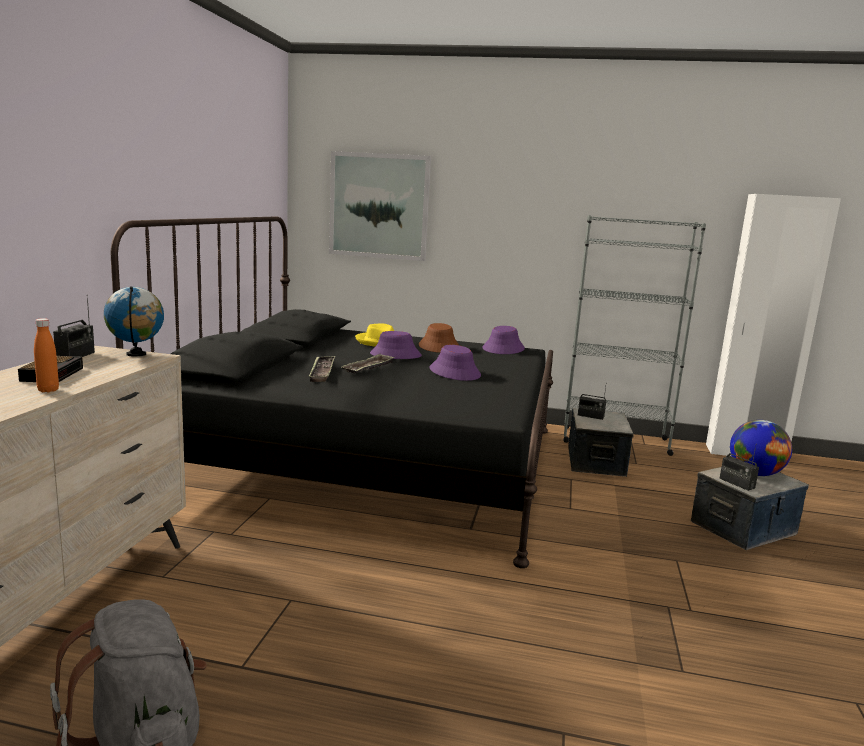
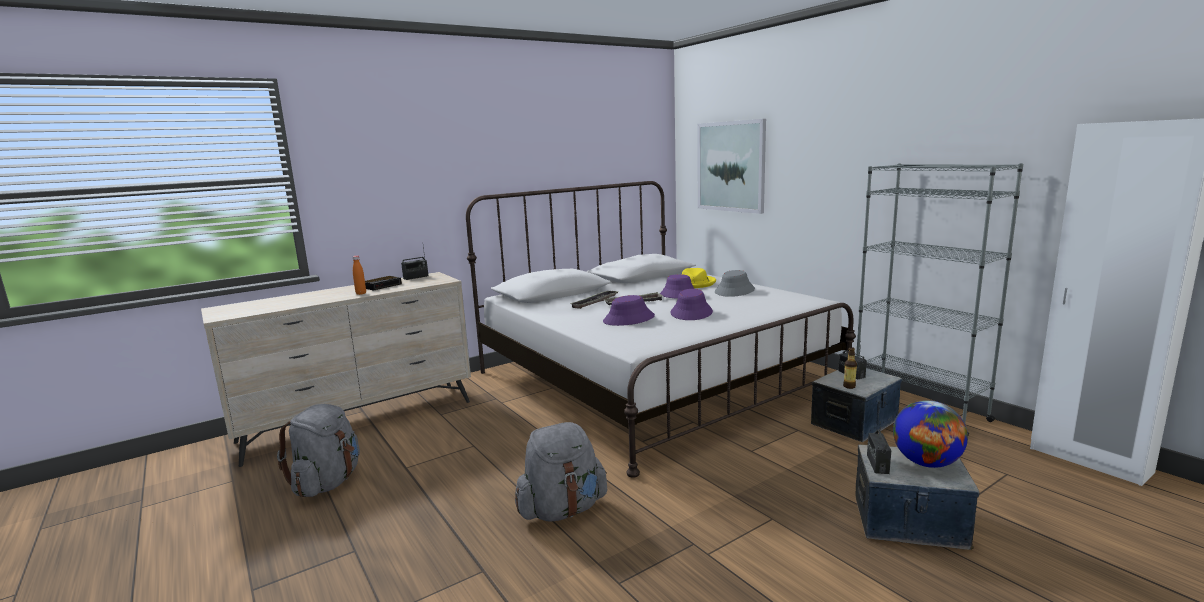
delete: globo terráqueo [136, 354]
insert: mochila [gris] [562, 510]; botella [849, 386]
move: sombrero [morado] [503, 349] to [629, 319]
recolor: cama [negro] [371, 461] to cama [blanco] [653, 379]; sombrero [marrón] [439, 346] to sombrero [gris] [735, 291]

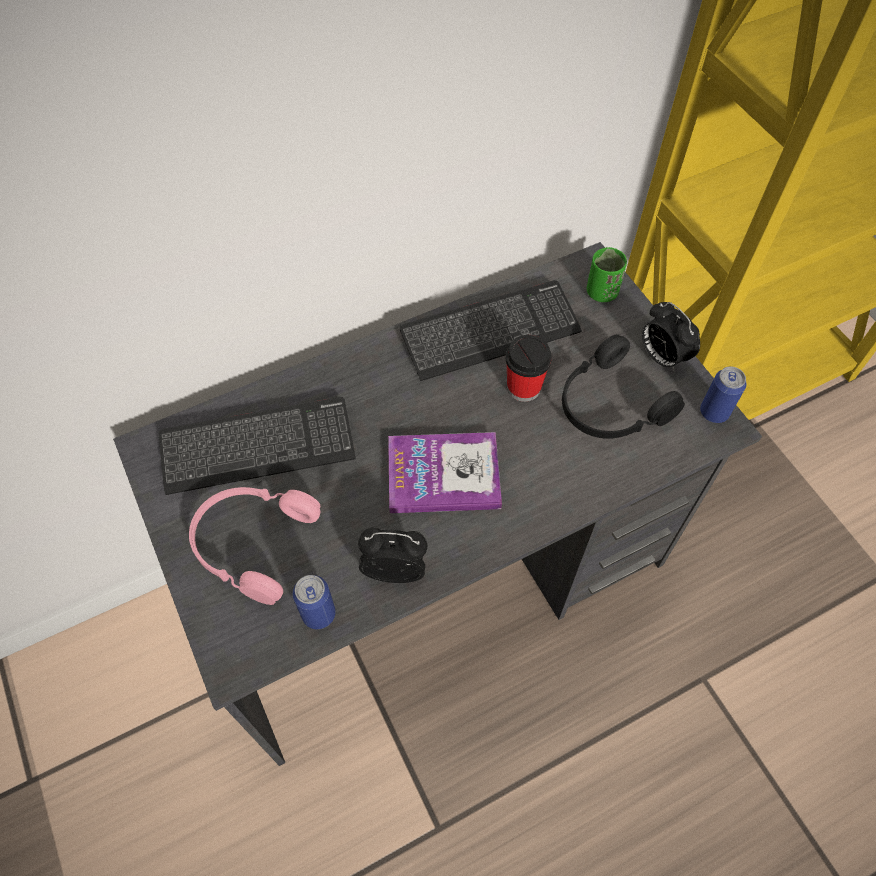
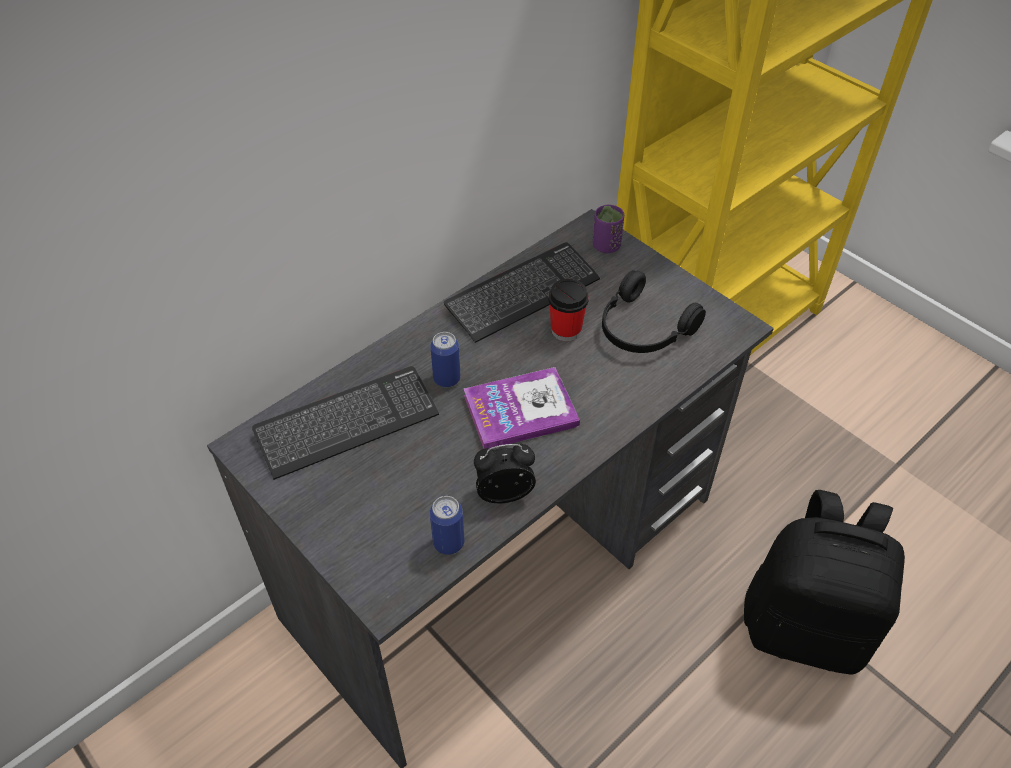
delete: auriculares [rosa] [252, 543]; despertador [661, 357]
insert: mochila [negro] [806, 627]
move: lata [714, 412] to [447, 379]
recolor: taza [verde] [601, 292] to taza [morado] [606, 246]

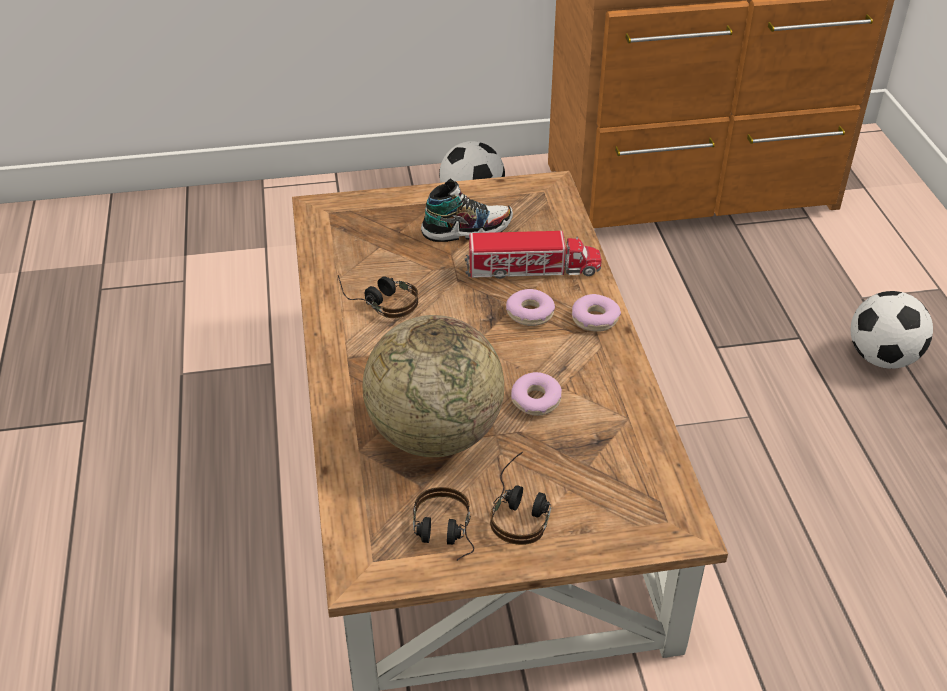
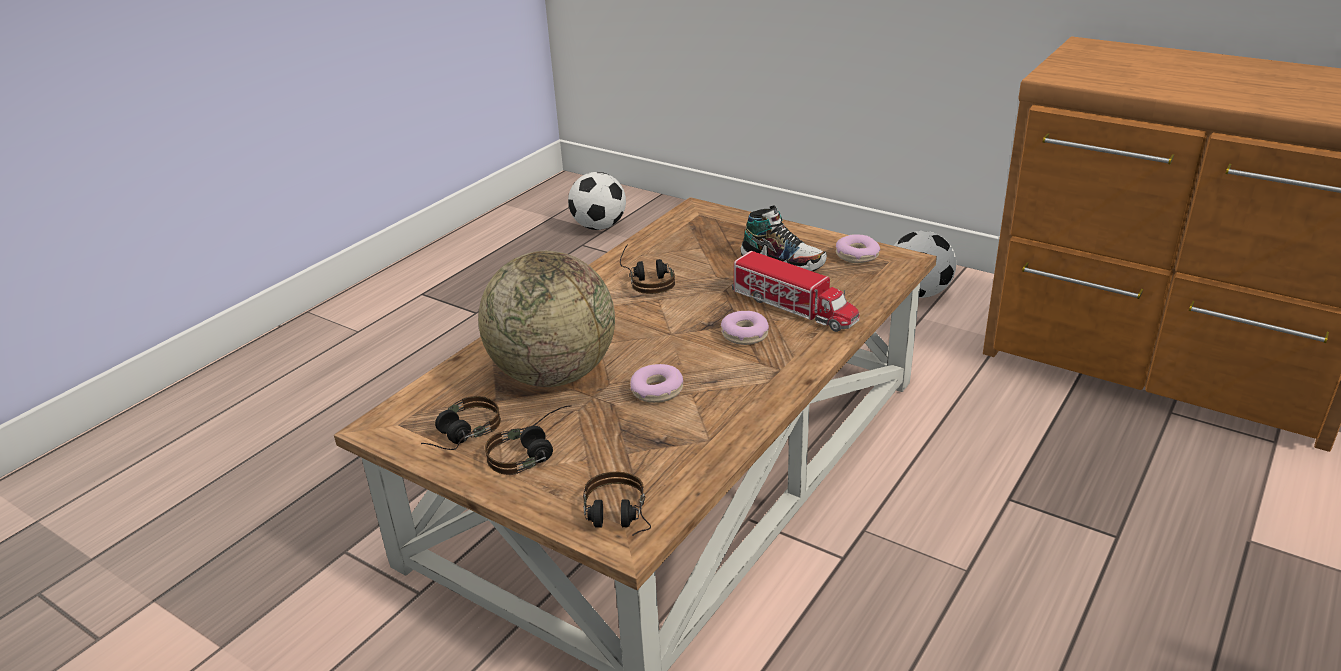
insert: auriculares [617, 522]
move: balón de fútbol [881, 358] to [599, 226]; rosquilla [595, 319] to [857, 256]

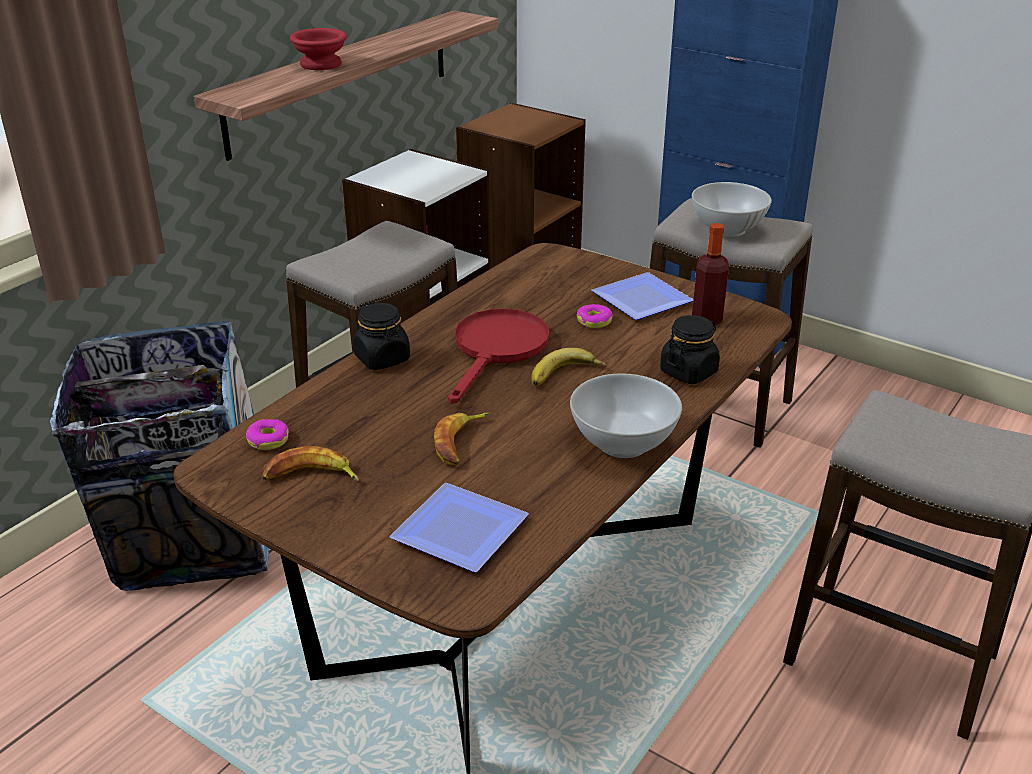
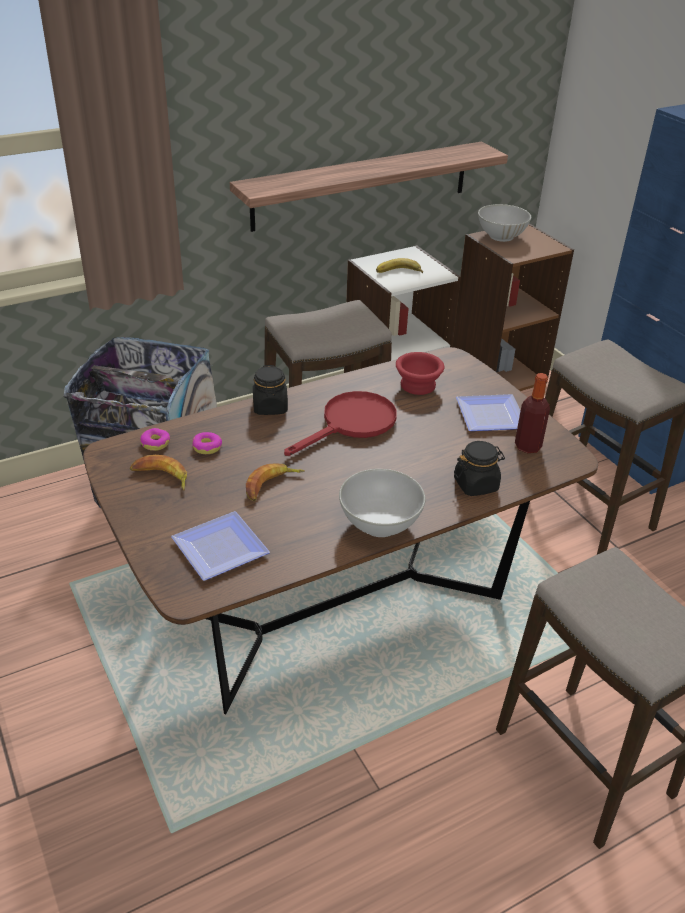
move: rosquilla [594, 321] to [207, 447]; plátano [566, 376] to [399, 273]; cuenco [rojo] [322, 64] to [419, 386]; cuenco [blanco] [727, 229] to [501, 236]

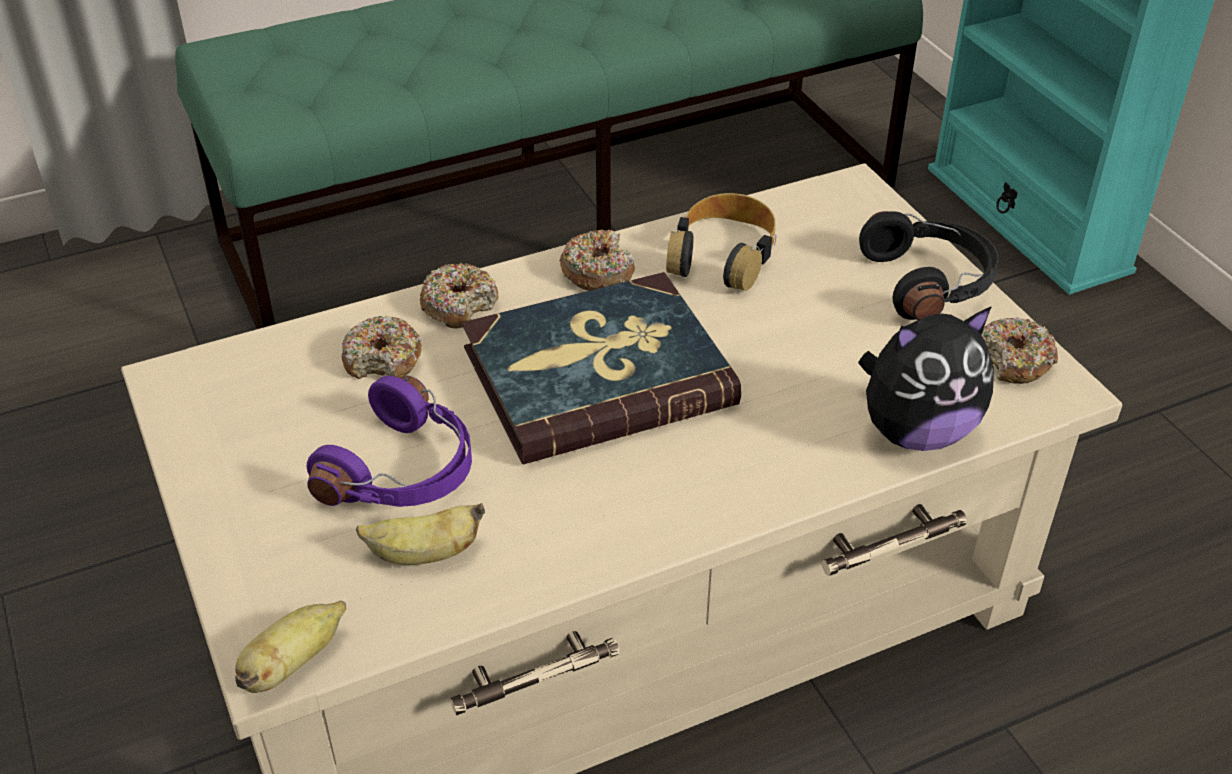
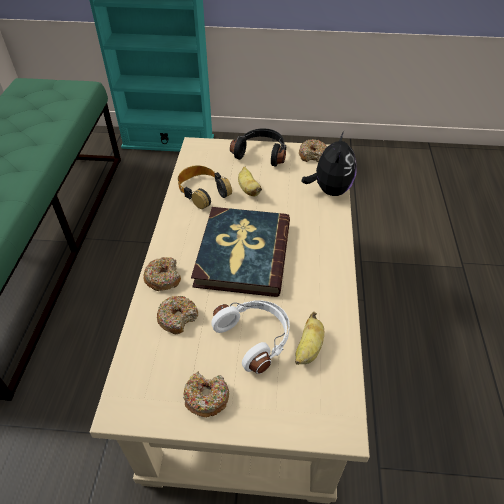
move: rosquilla [597, 271] to [206, 397]; plátano [293, 663] to [248, 189]
recolor: auriculares [morado] [404, 472] to auriculares [blanco] [255, 337]

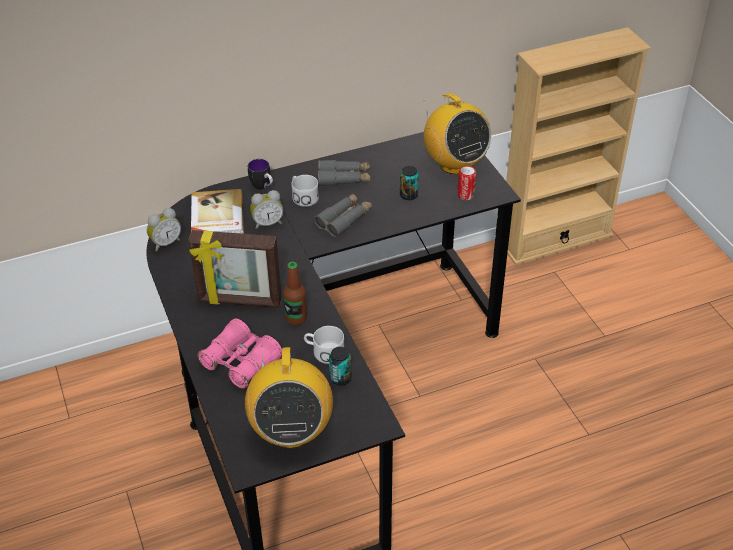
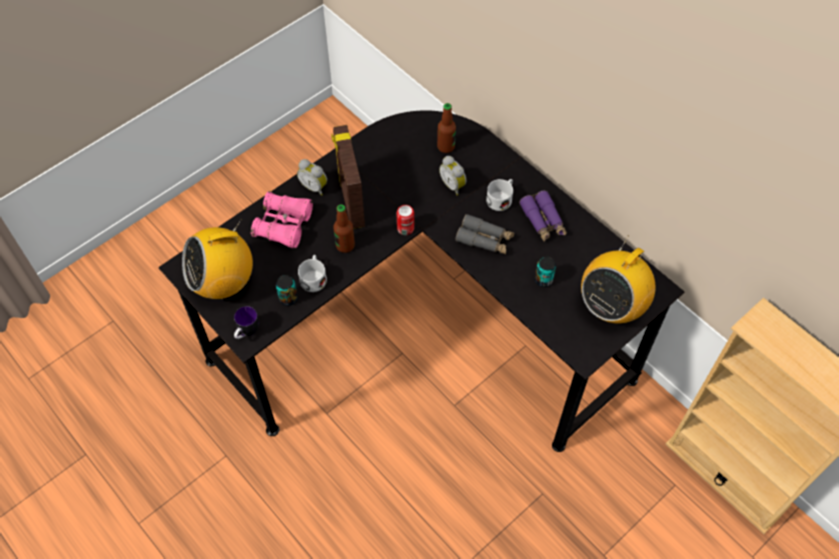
move: taza grande [263, 187] to [247, 333]; despertador [165, 243] to [314, 187]; lata [466, 195] to [405, 228]
replace: libro [216, 216] to botella [446, 147]
recolor: prismáticos [gris] [344, 178] to prismáticos [morado] [543, 221]

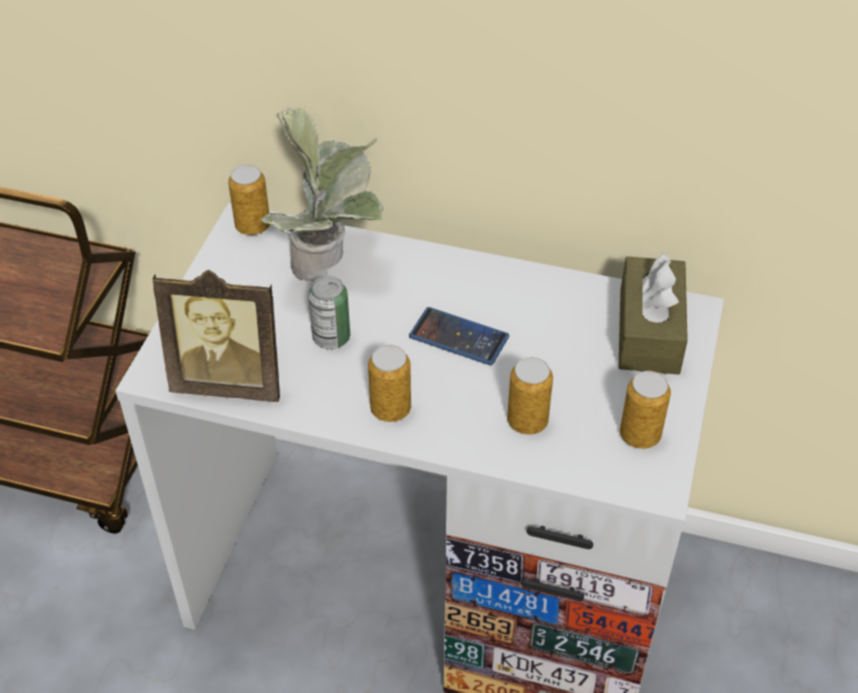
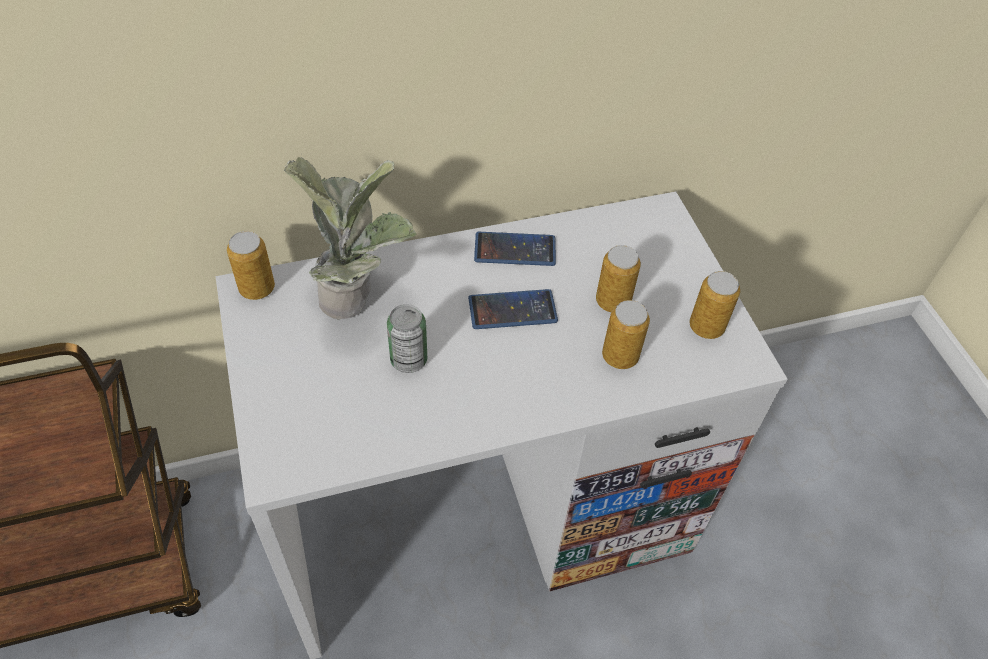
delete: portarretratos [231, 381]; caja de pañuelos [marrón] [649, 331]
insert: móvil [515, 250]
move: lata [390, 409] to [613, 301]

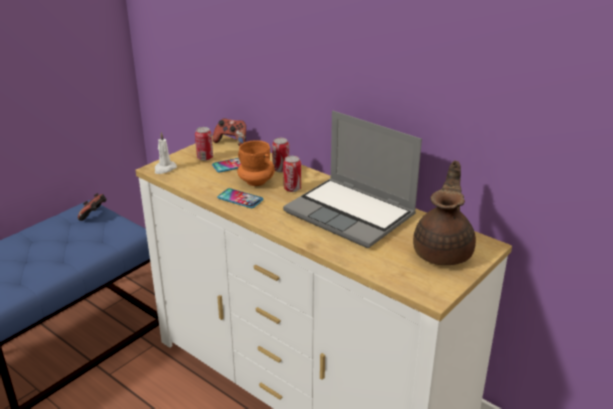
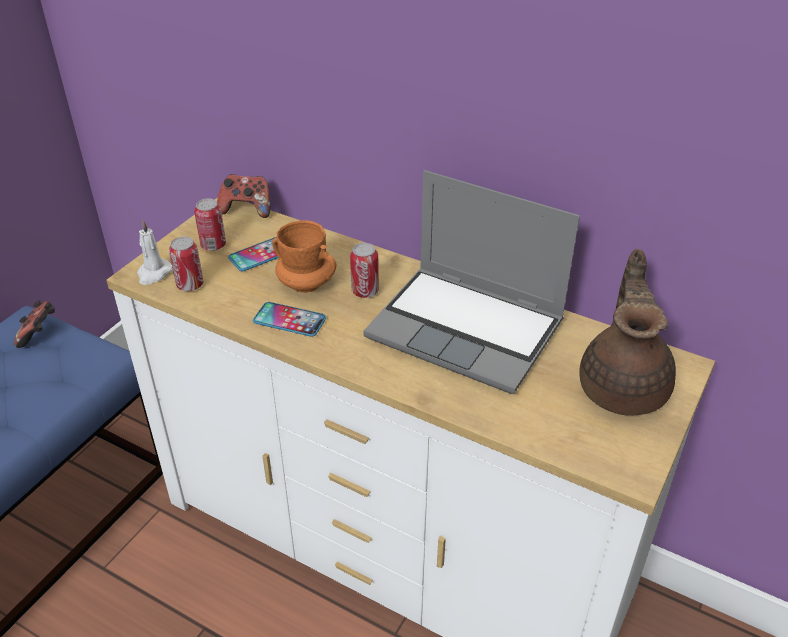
move: lata [281, 169] to [190, 285]

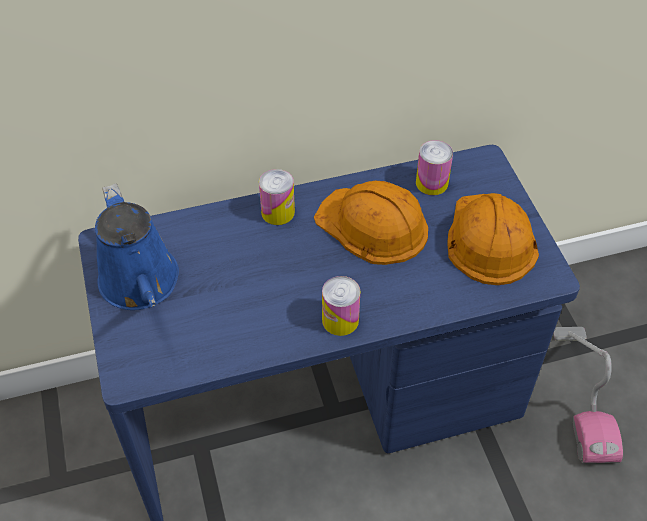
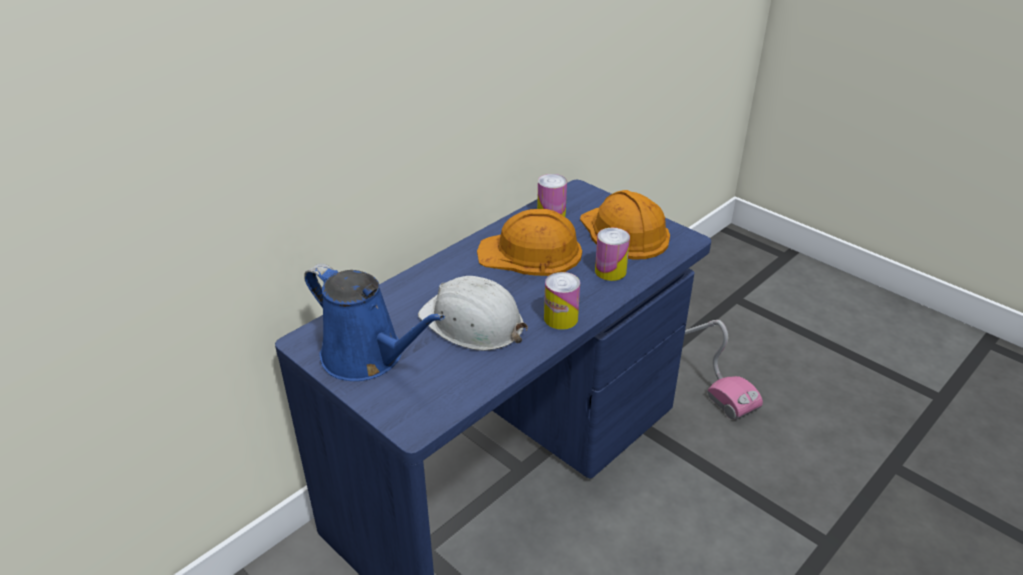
insert: casco [blanco] [472, 323]
move: lata [278, 212] to [610, 271]

